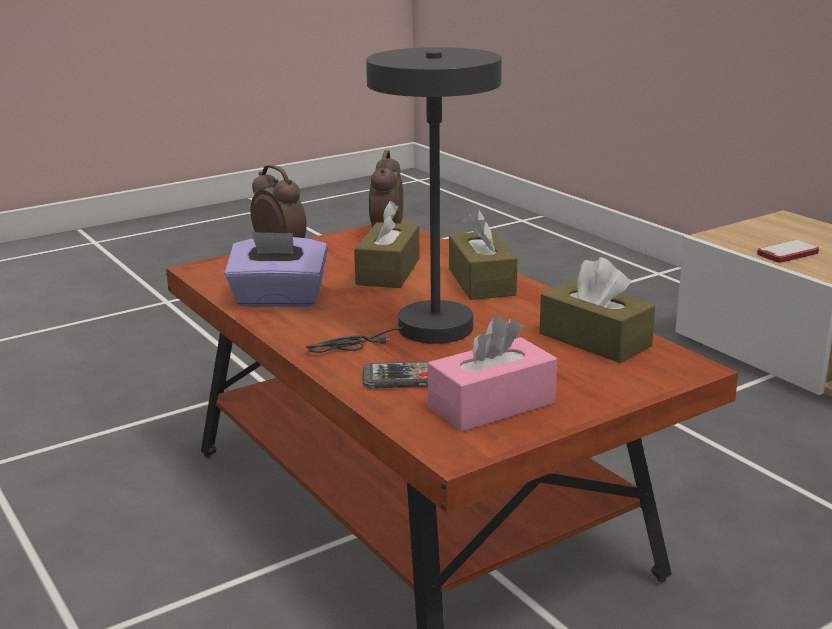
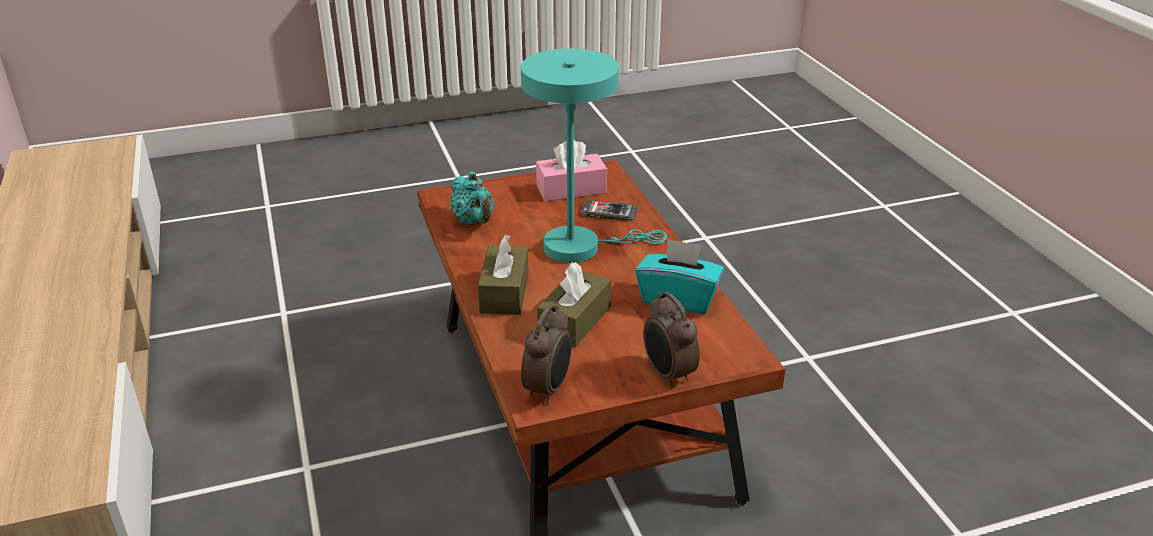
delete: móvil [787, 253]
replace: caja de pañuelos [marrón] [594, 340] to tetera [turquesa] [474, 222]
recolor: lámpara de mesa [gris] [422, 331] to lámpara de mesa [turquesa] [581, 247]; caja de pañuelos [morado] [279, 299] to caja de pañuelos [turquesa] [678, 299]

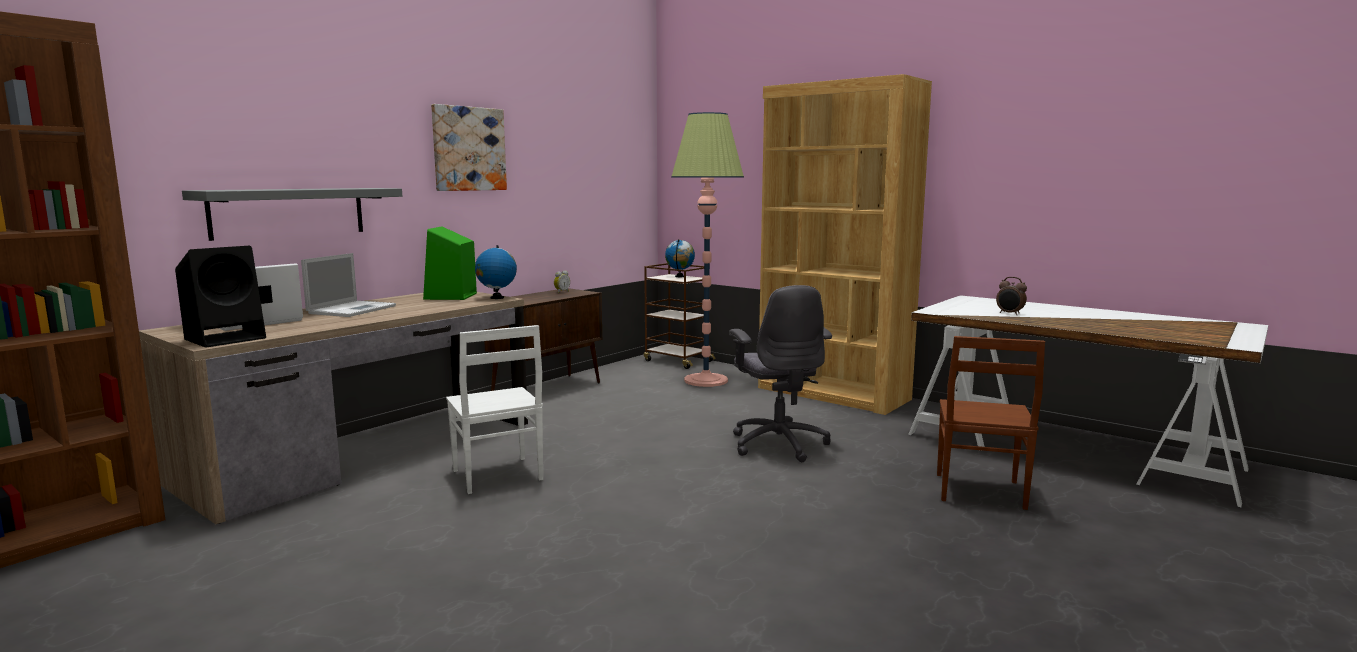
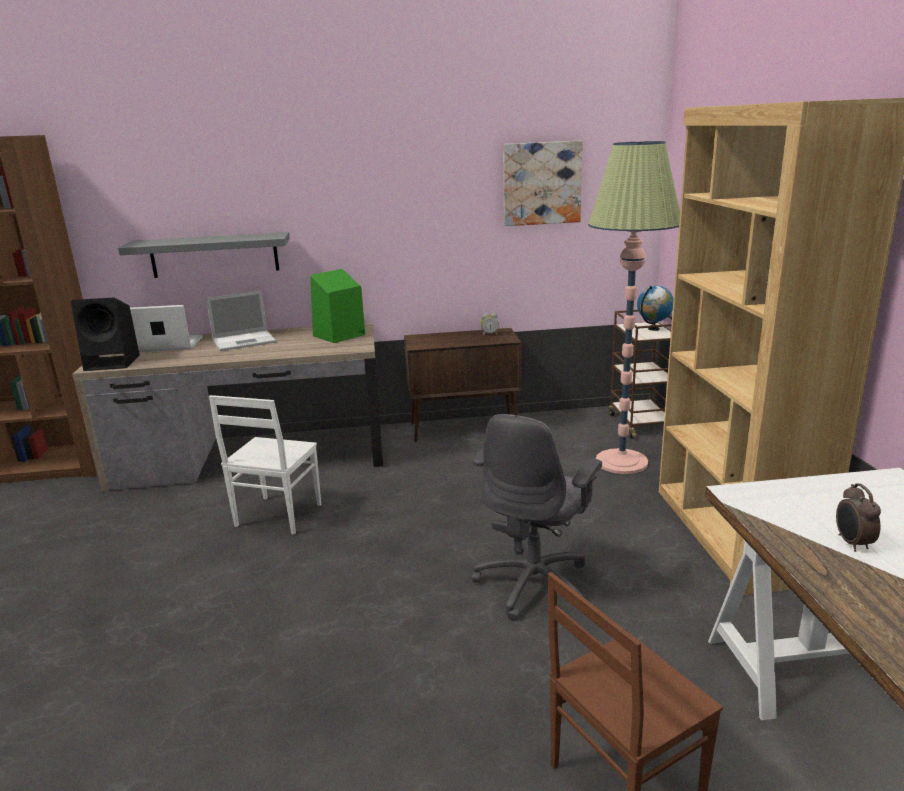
delete: globo terráqueo [497, 298]
move: cuadro [468, 149] to [541, 183]

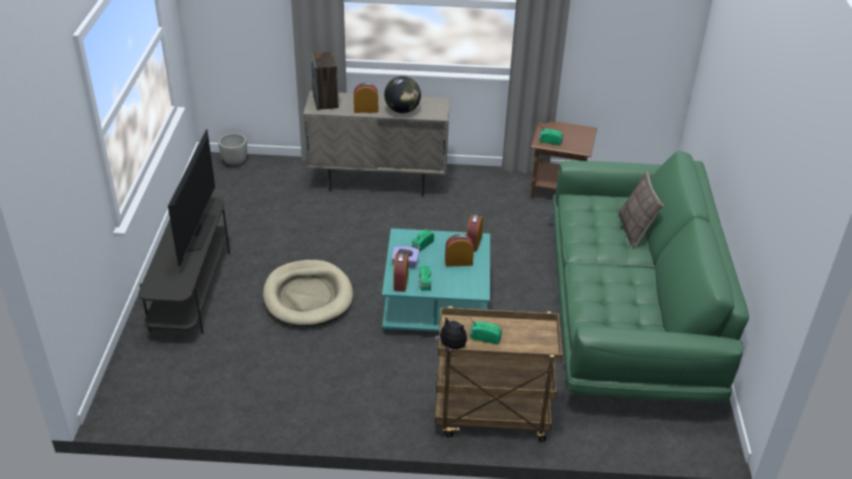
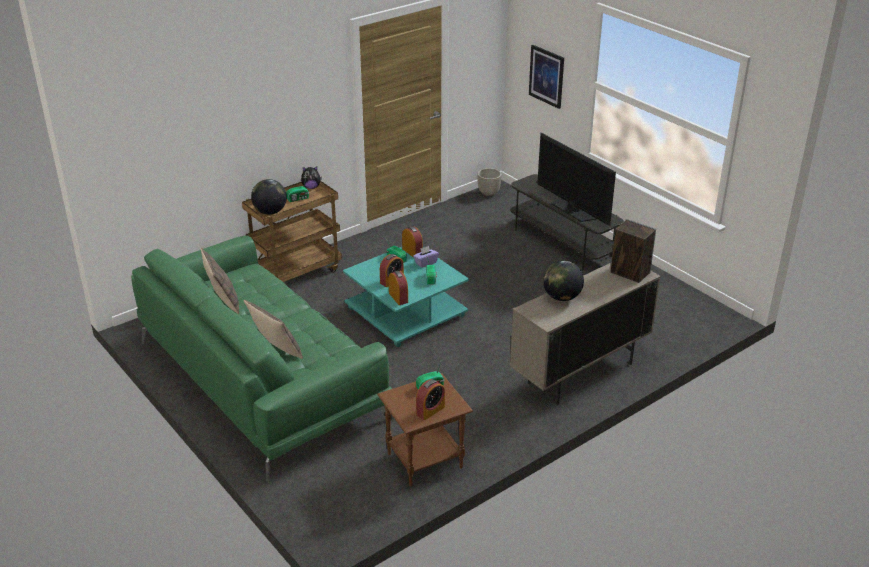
delete: cama para perro [beis] [308, 296]
insert: cojín [223, 302]; globo terráqueo [270, 212]; cuadro [546, 76]
move: despertador [366, 110] to [430, 410]; maceta [gris] [234, 162] to [489, 193]

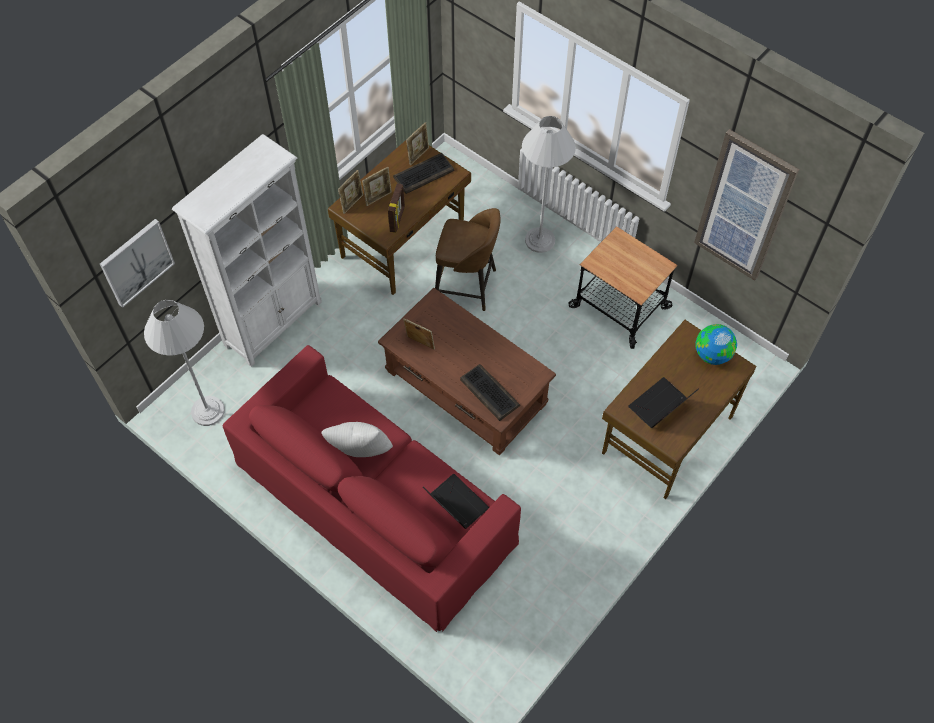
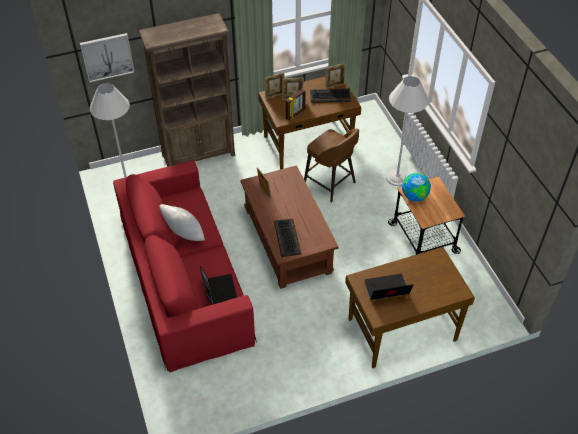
delete: cuadro [744, 207]
move: globo terráqueo [712, 354] to [414, 196]
recolor: estantería [blanco] [274, 323] to estantería [marrón] [199, 155]

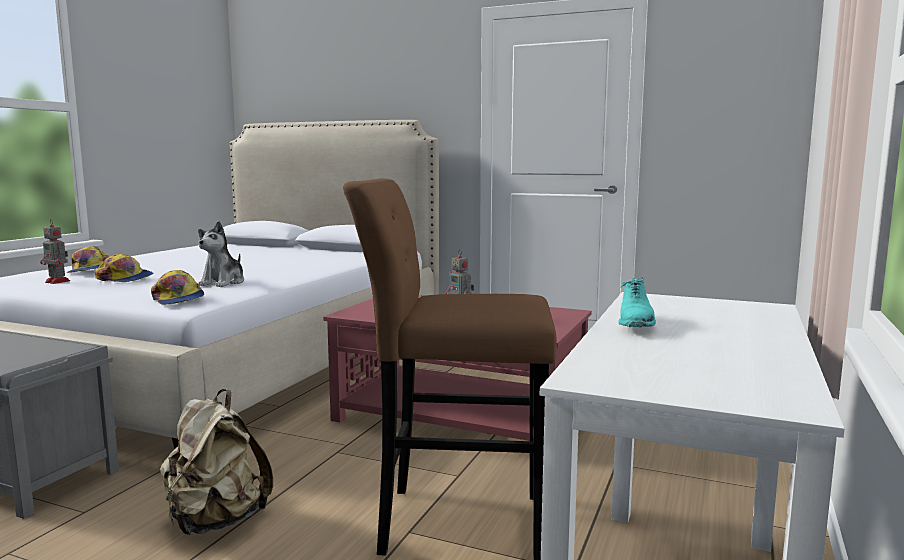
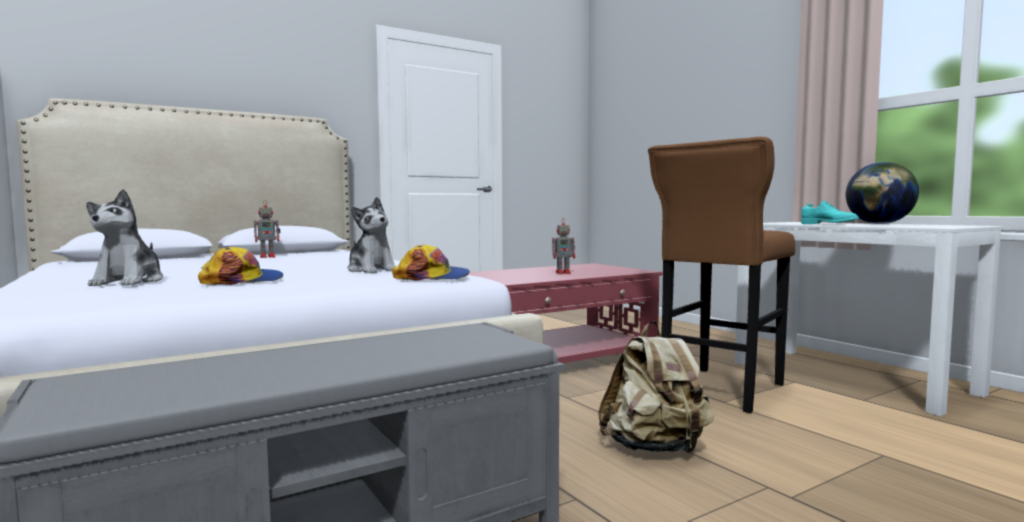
insert: globo terráqueo [879, 224]
move: robot de juguete [58, 282] to [268, 257]
replace: gorra [89, 269] to peluche [129, 282]

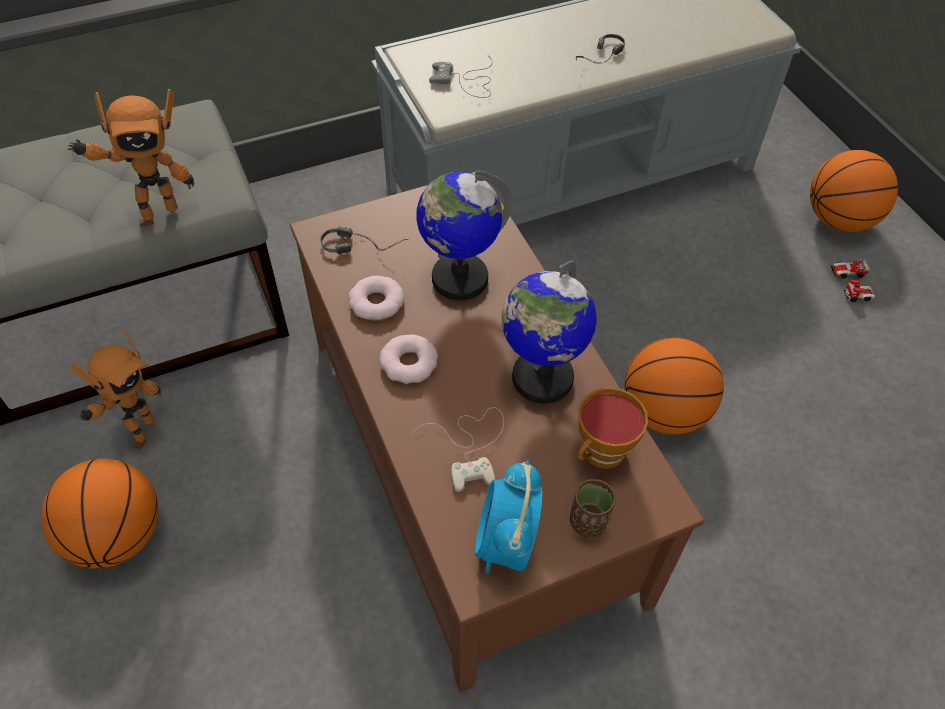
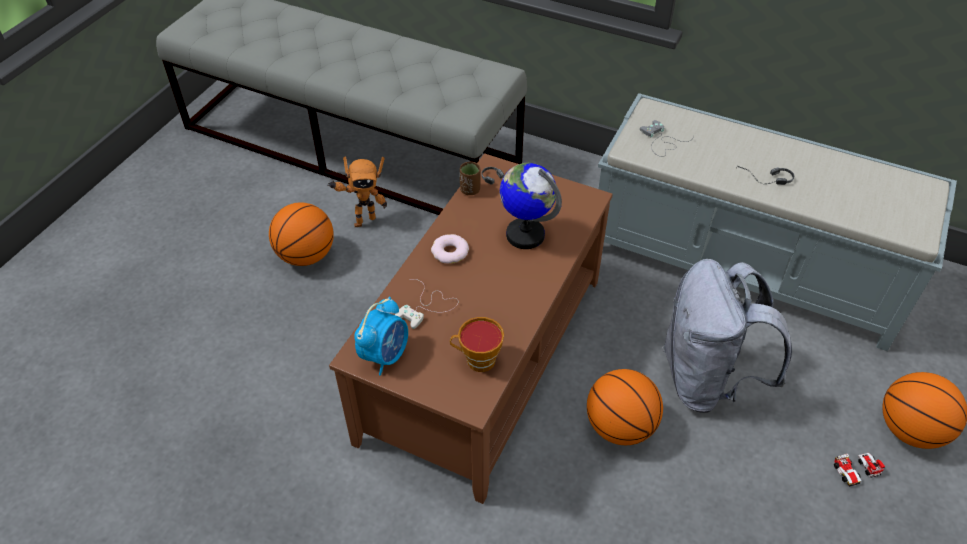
delete: robot de juguete [156, 213]; rosquilla [376, 302]; globo terráqueo [541, 378]
insert: mochila [gris] [706, 379]
move: taza [marrón] [588, 522] to [470, 190]
rotate: despertador [505, 544] = [385, 355] 150 degrees clockwise; coche de juguete [851, 284] = [856, 471] 150 degrees counterclockwise

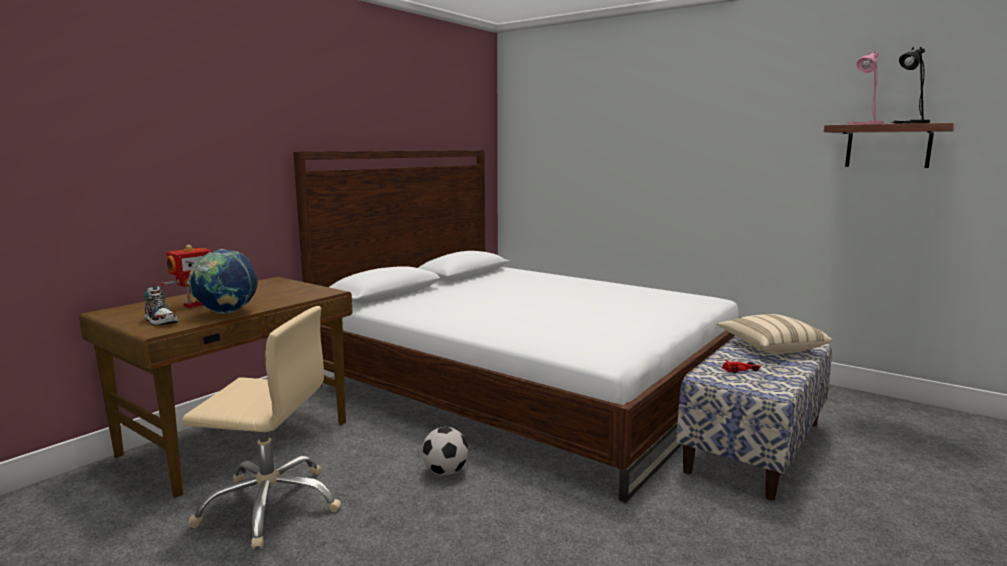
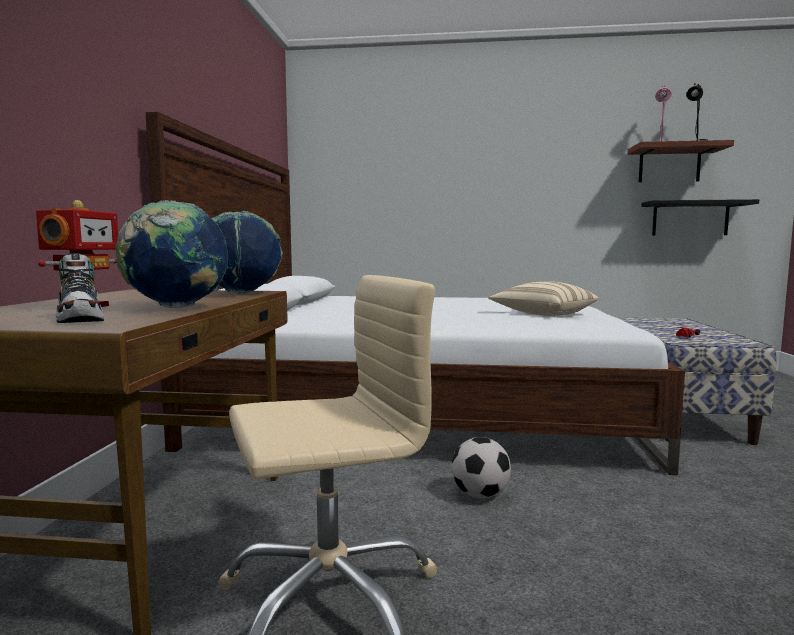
insert: globo terráqueo [241, 294]; estante [negro] [690, 218]
move: cojín [beis] [771, 347] to [543, 314]
rotate: zapato [161, 321] = [81, 319] 45 degrees clockwise

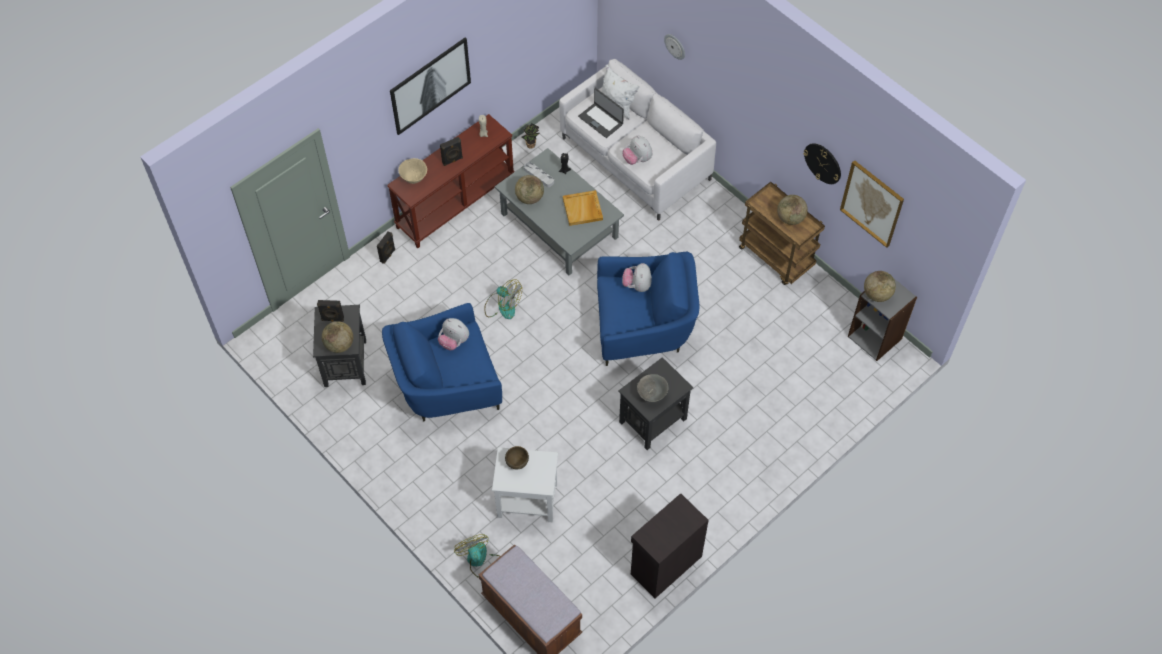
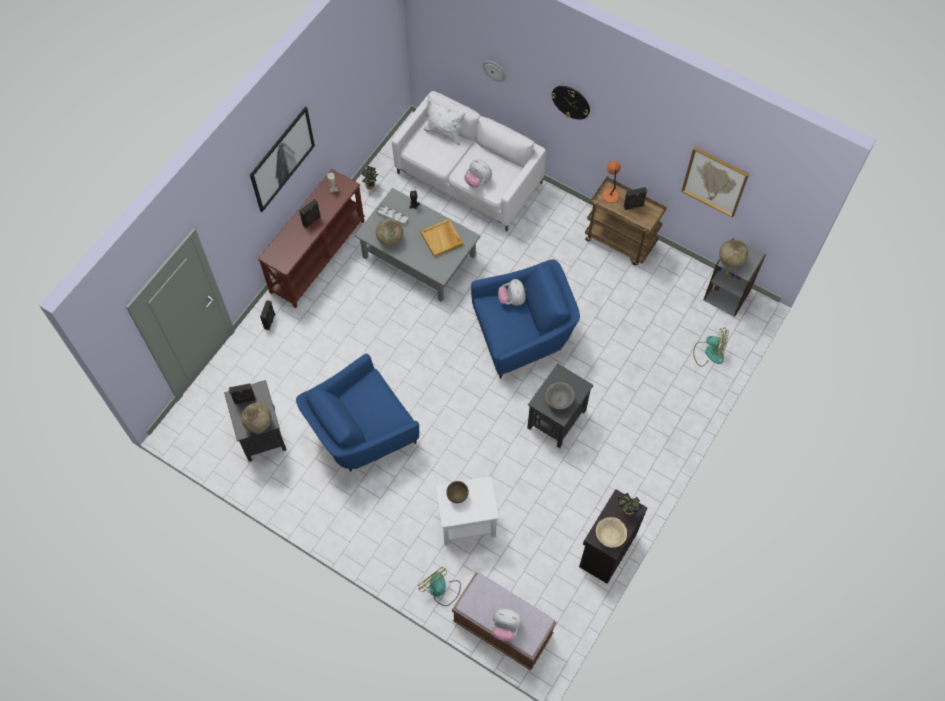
delete: portátil [601, 120]
insert: lámpara de mesa [naranja] [610, 194]; planta en maceta [626, 511]
move: peluche [454, 341] to [505, 627]; reloj de pared [823, 163] to [571, 102]; cuenco [beis] [413, 178] to [609, 536]; ventilador [502, 305] to [709, 352]
replace: globo terráqueo [790, 218] to altavoz [negro] [633, 206]

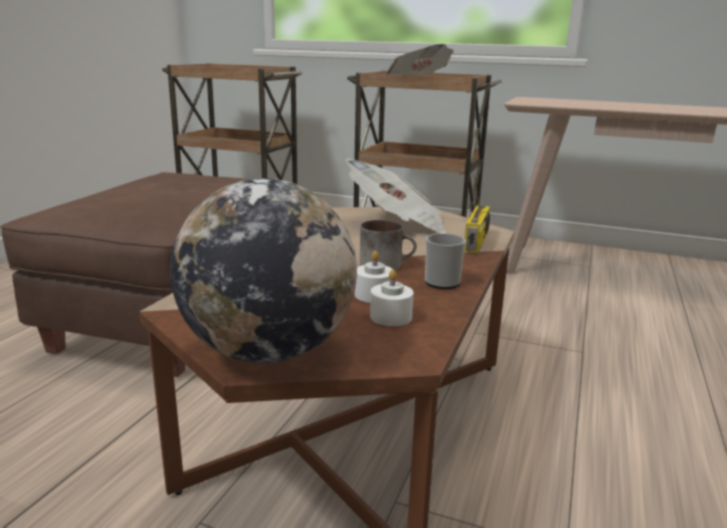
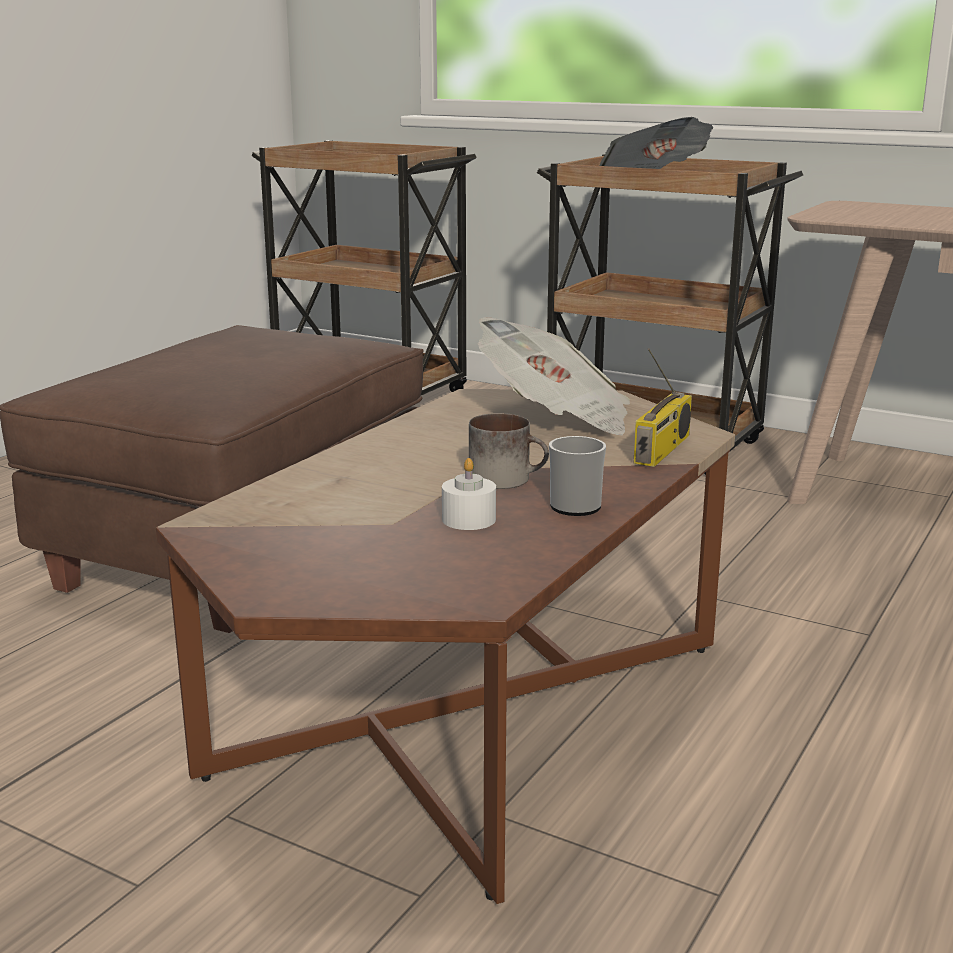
delete: globo terráqueo [268, 351]; vela [blanco] [391, 317]

